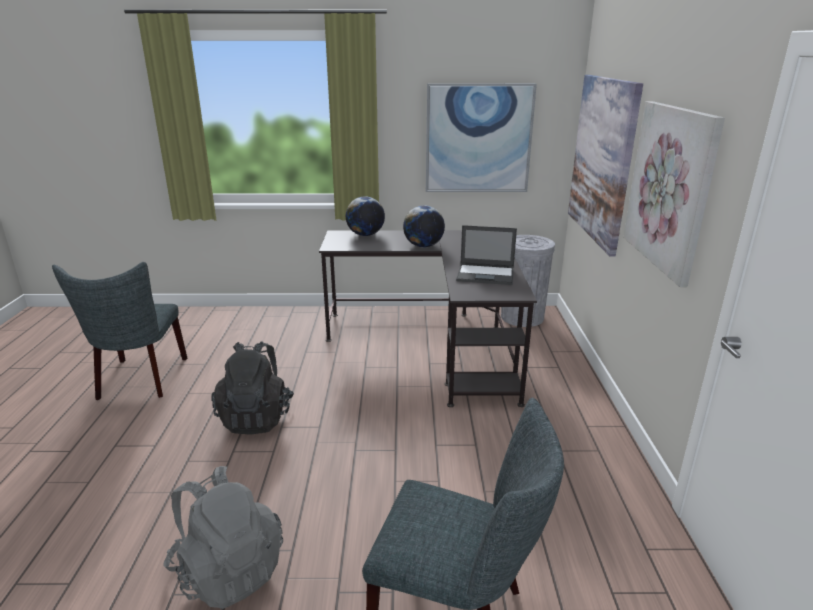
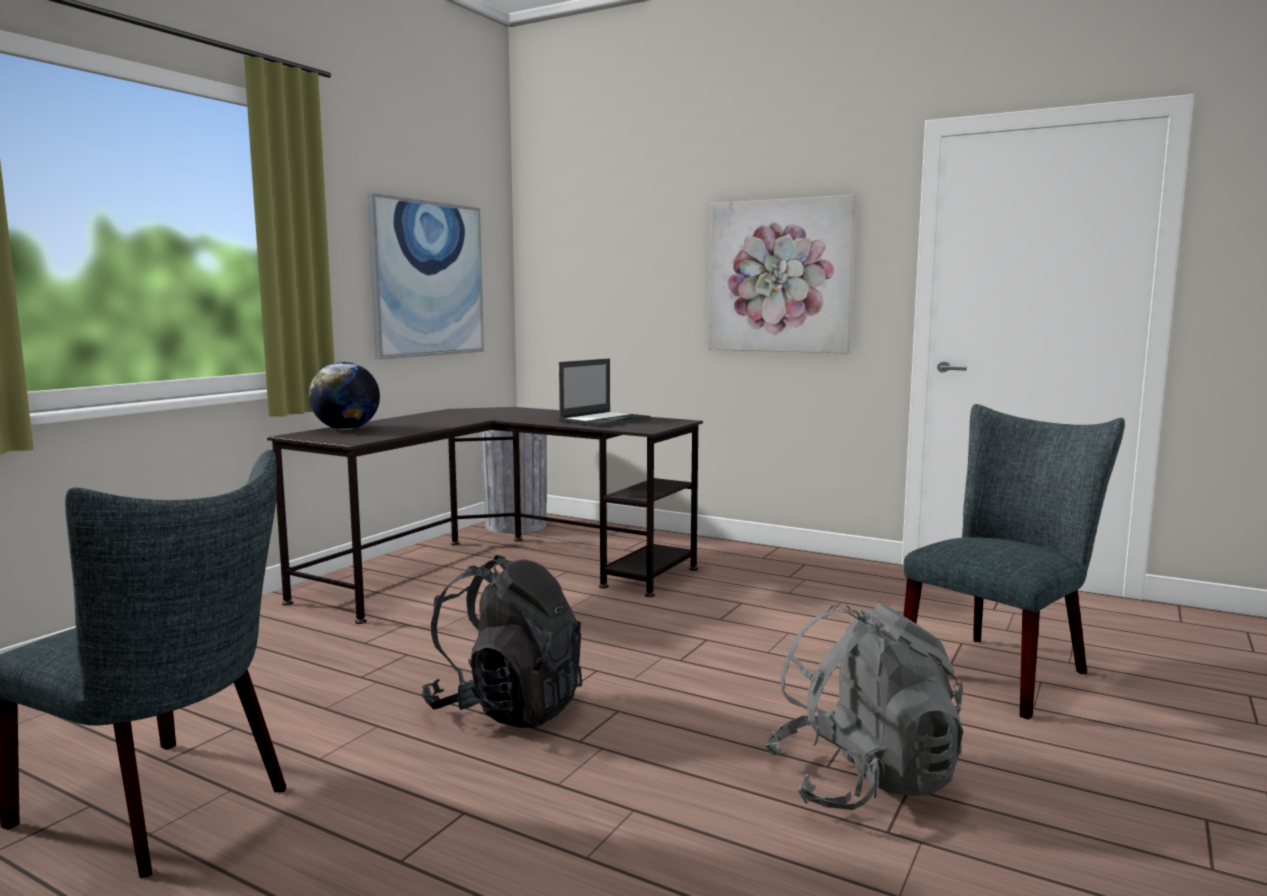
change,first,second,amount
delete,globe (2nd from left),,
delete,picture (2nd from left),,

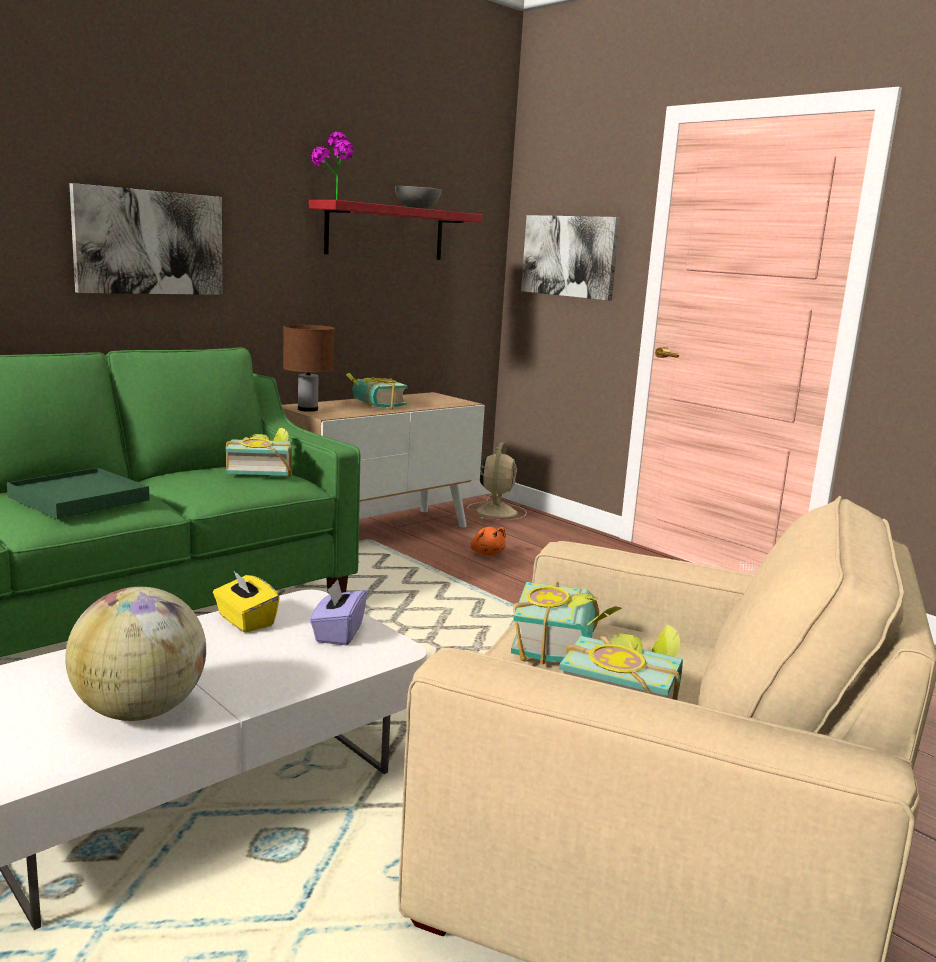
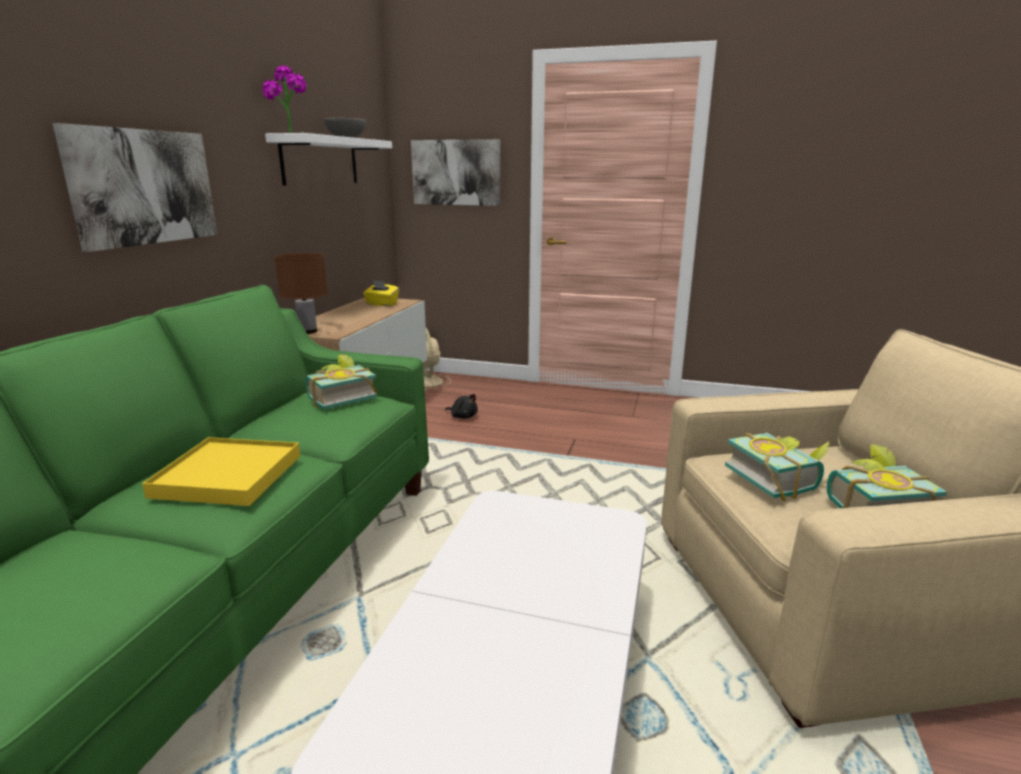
change,first,second,amount
recolor,tray/green,tray/yellow,
delete,globe,,
move,tissue box/yellow,,
recolor,shelf/red,shelf/white,
delete,tissue box/purple,,
delete,book (2nd from left),,
recolor,plush toy/orange,plush toy/black,

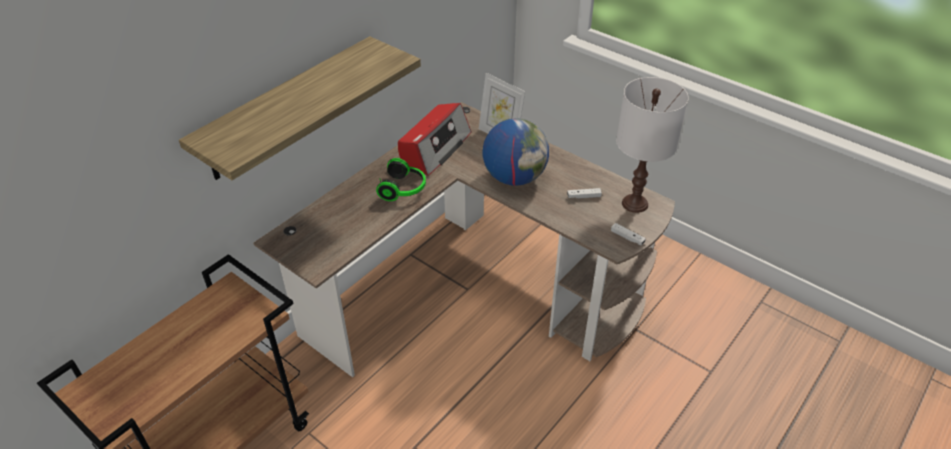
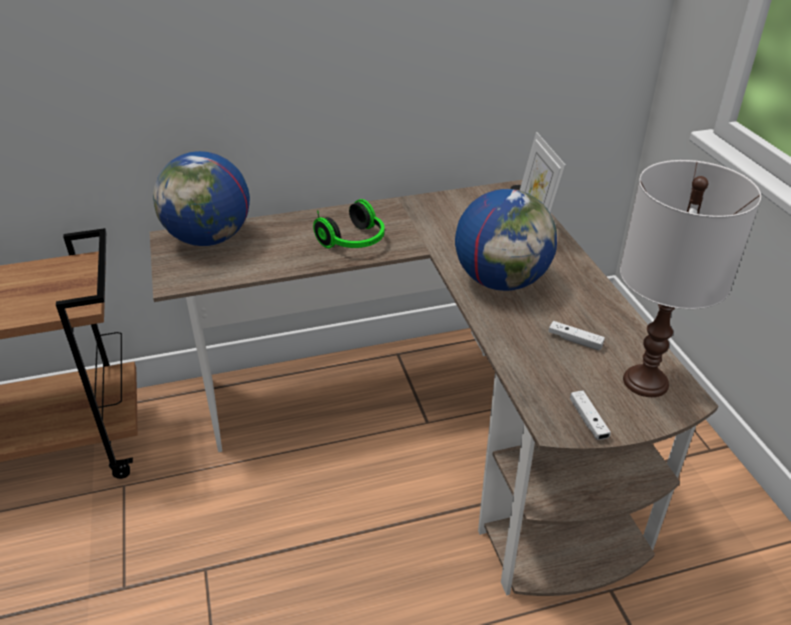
change,first,second,amount
delete,shelf,,
delete,radio,,
insert,,globe (1st from left),

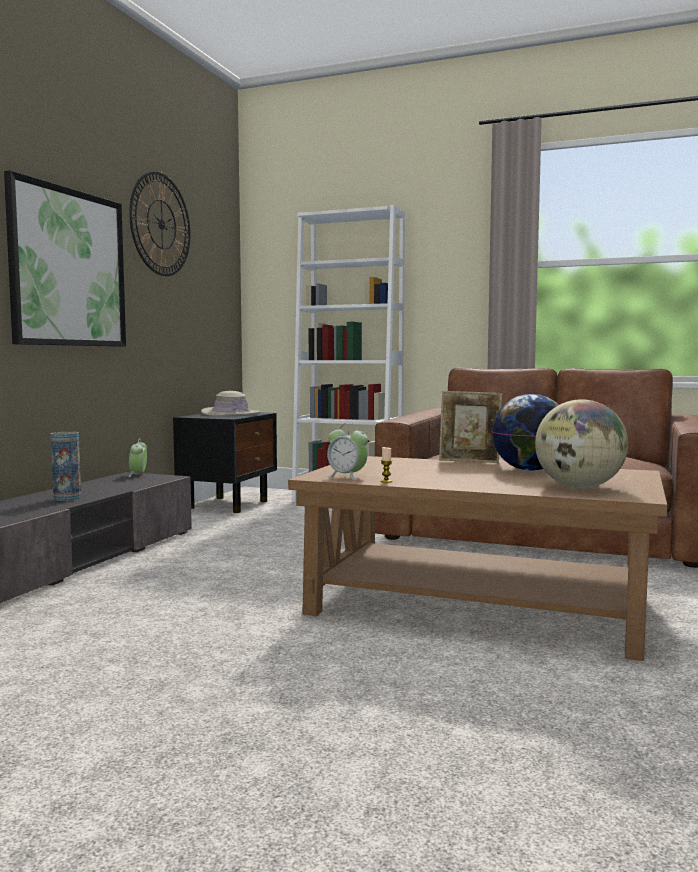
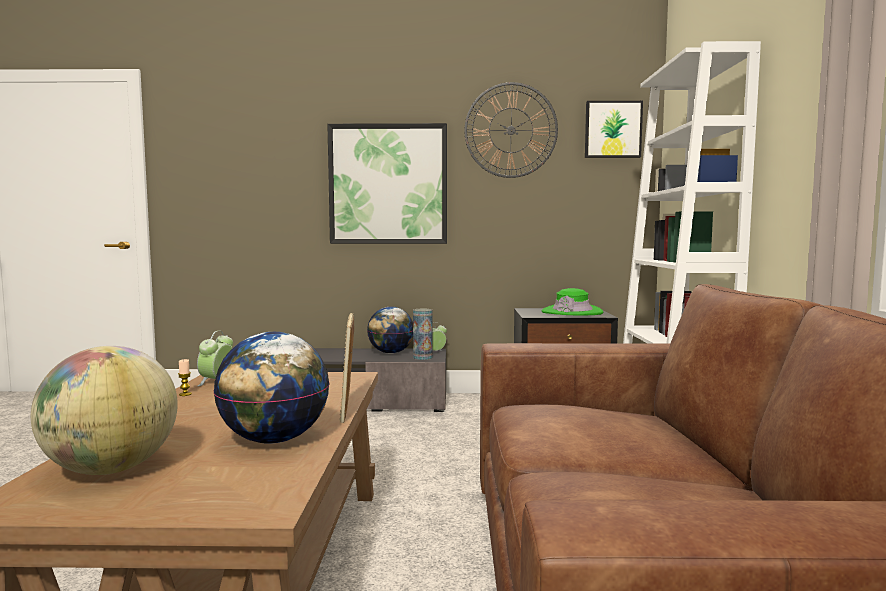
change,first,second,amount
move,vase,,
recolor,hat/beige,hat/green,
insert,,globe (3rd from left),
insert,,picture (2nd from left),

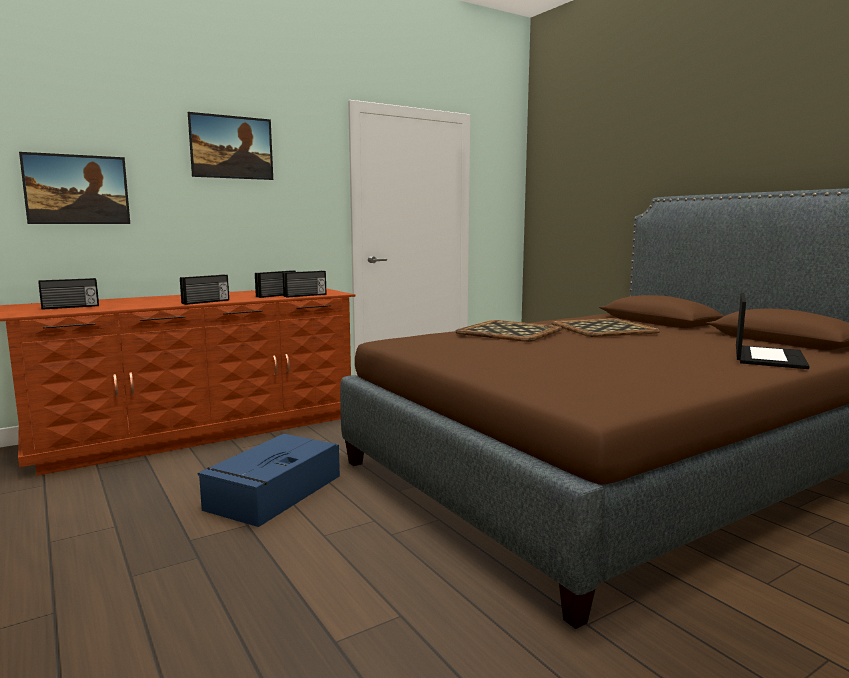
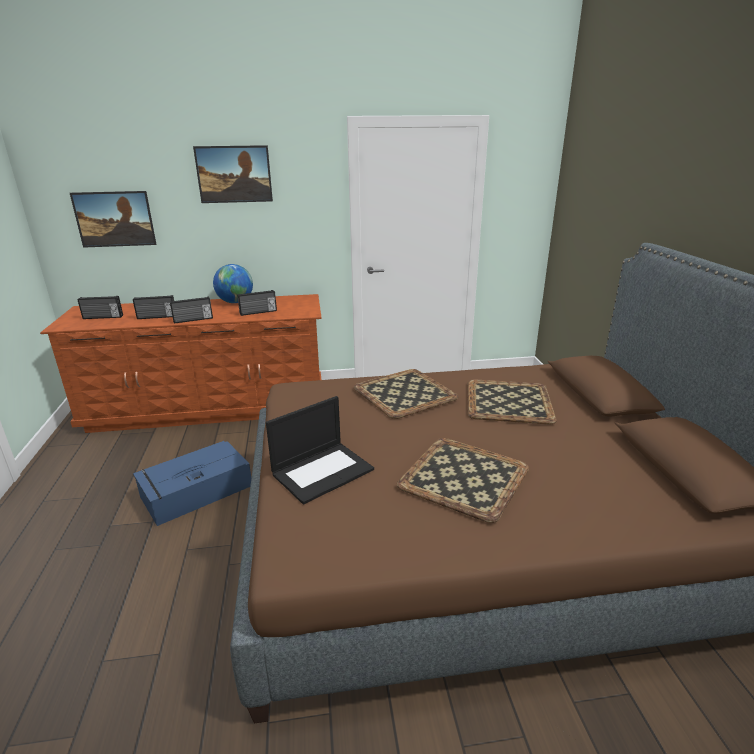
change,first,second,amount
move,radio (4th from left in the first image),radio (2nd from left),
move,laptop,,
insert,,globe,
insert,,tray (2nd from left),

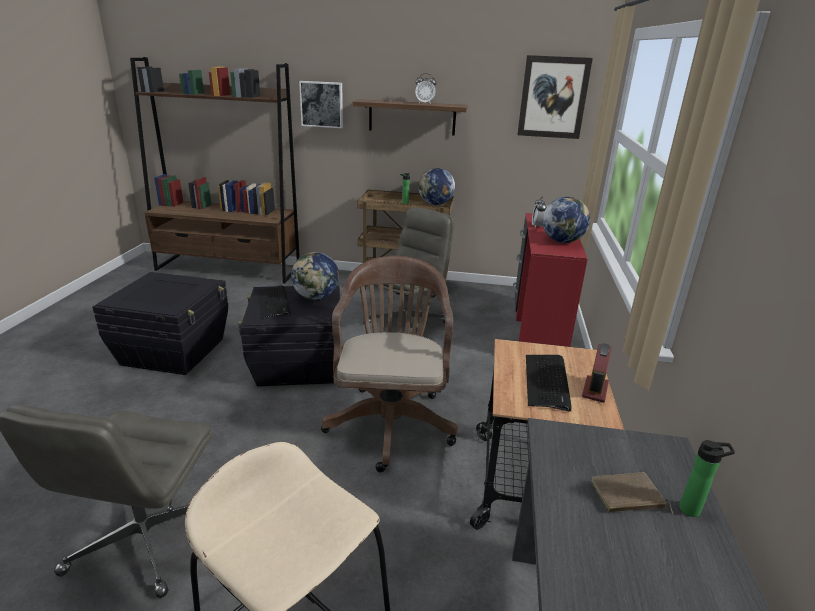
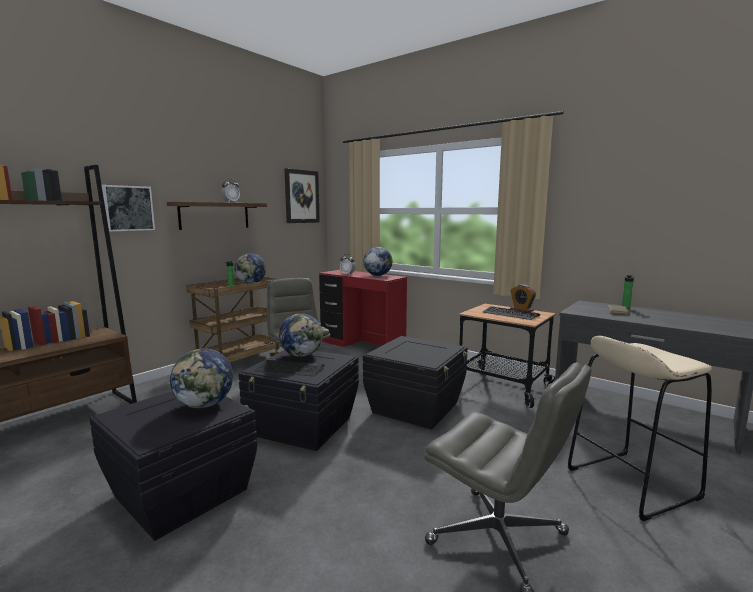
change,first,second,amount
replace,office chair/brown,storage box/black (3rd from left),
insert,,globe (1st from left),

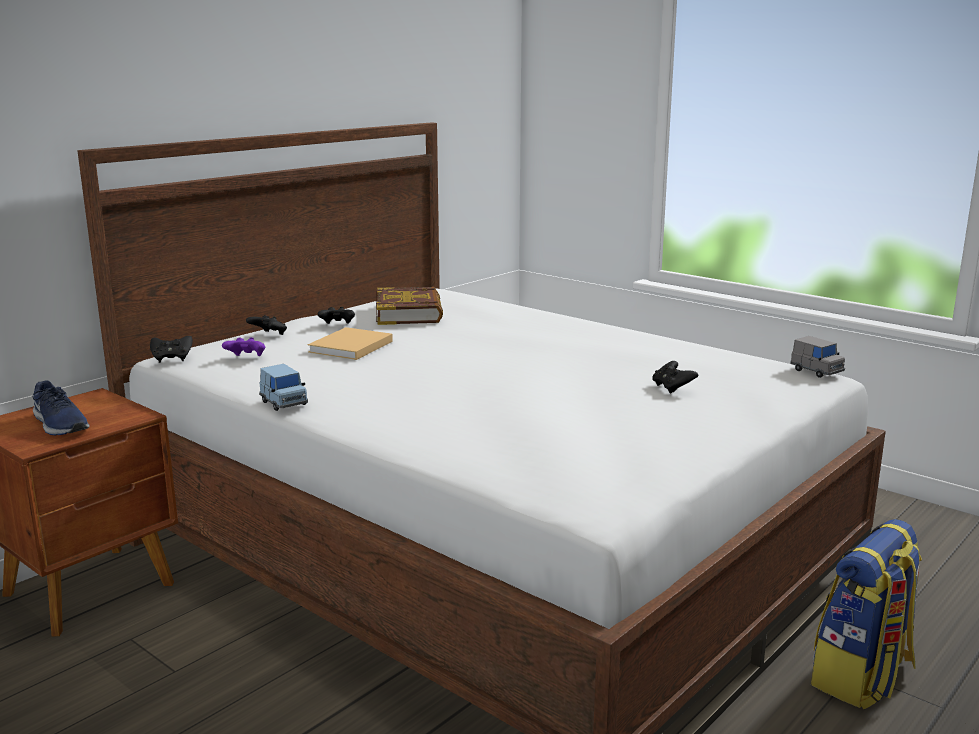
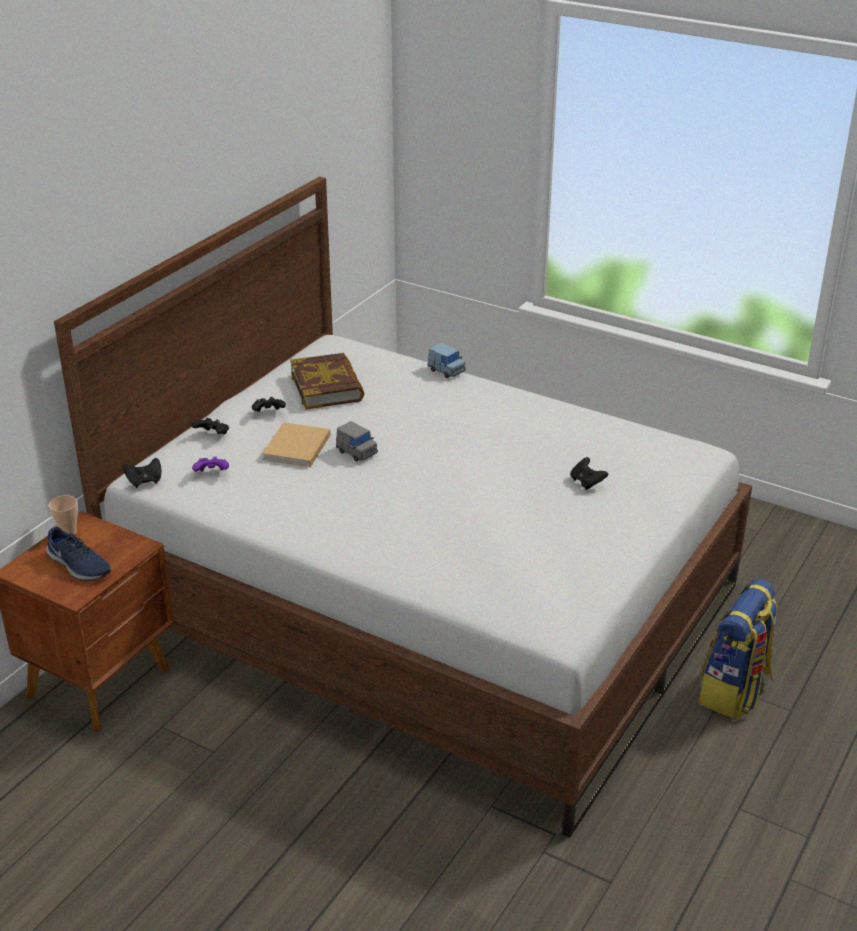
change,first,second,amount
move,toy car/blue,,
move,toy car/grey,,
insert,,cup,

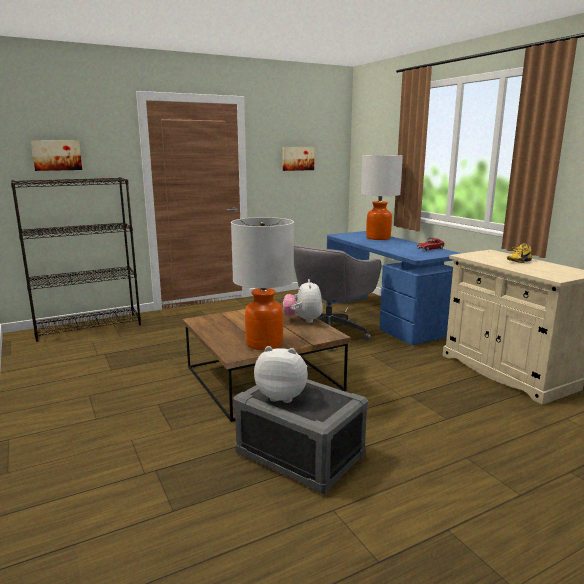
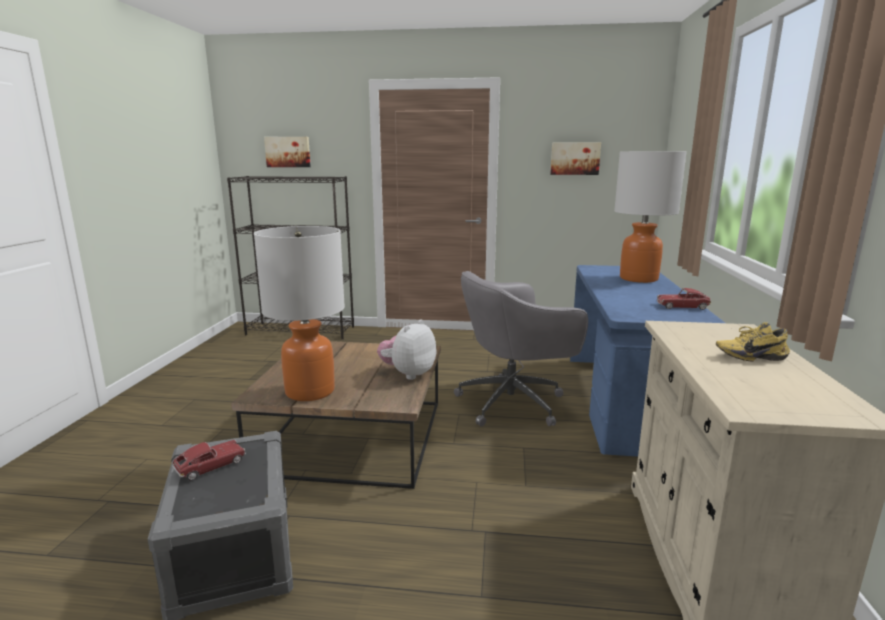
change,first,second,amount
replace,plush toy (1st from left),toy car (1st from left),

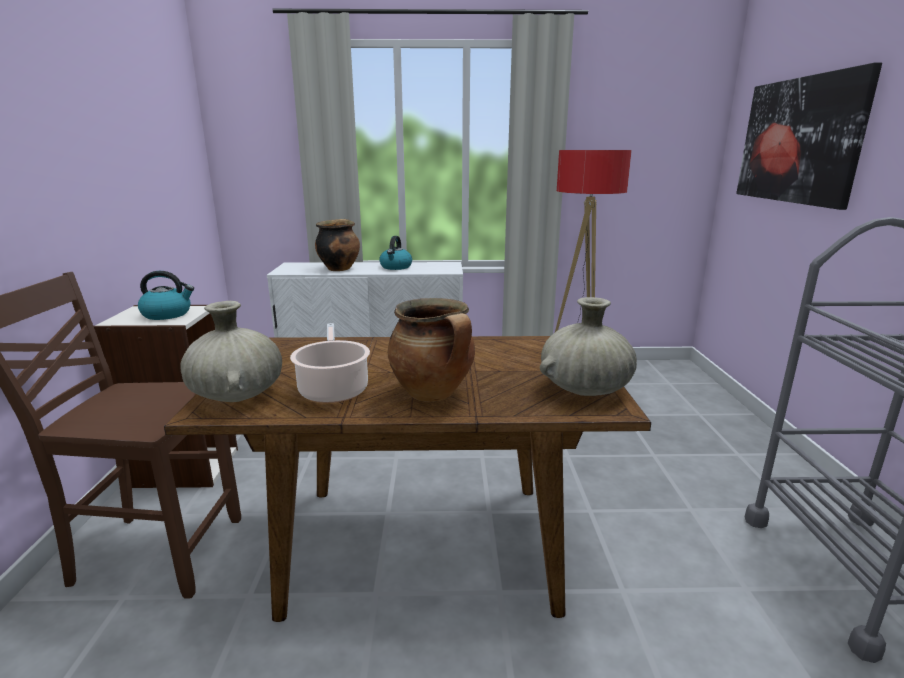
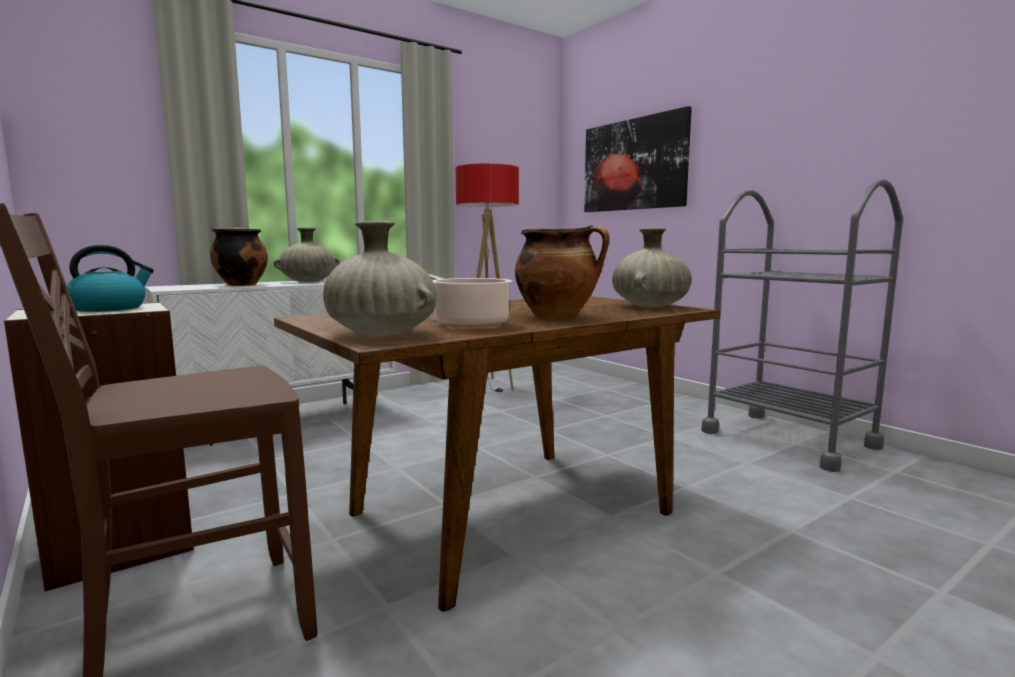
change,first,second,amount
replace,kettle (2nd from left),vase/beige (1st from left),

